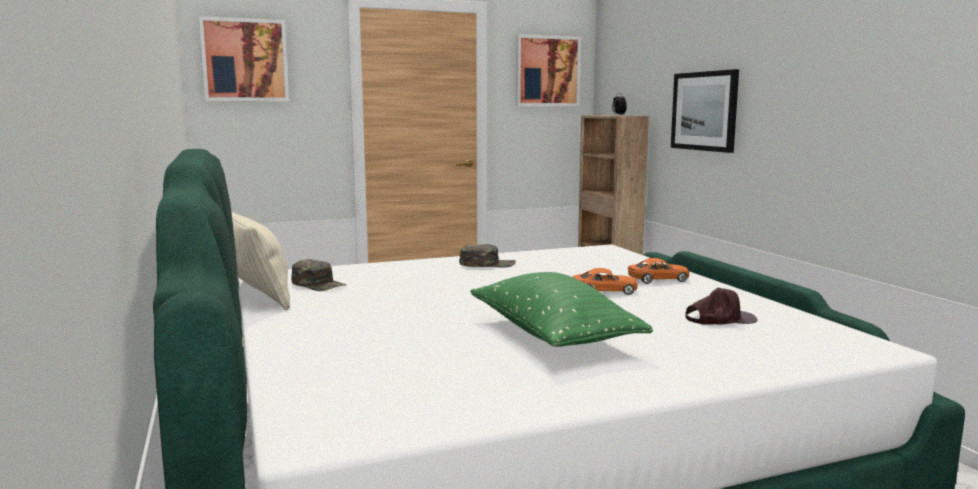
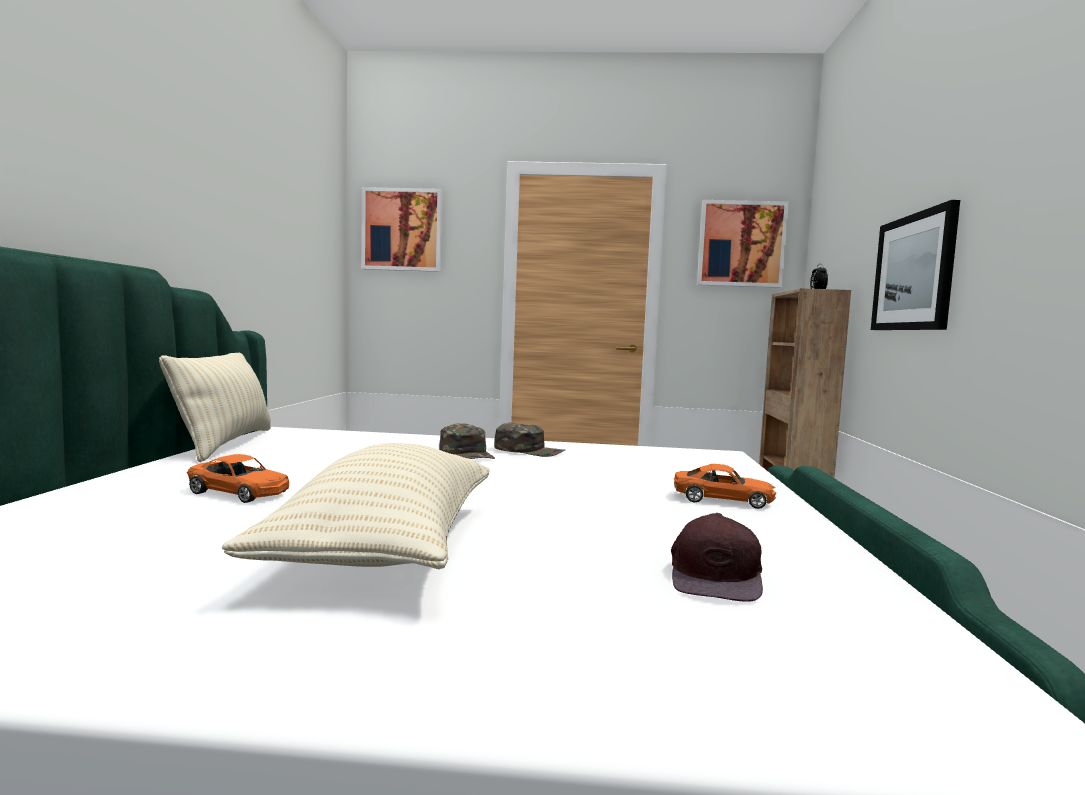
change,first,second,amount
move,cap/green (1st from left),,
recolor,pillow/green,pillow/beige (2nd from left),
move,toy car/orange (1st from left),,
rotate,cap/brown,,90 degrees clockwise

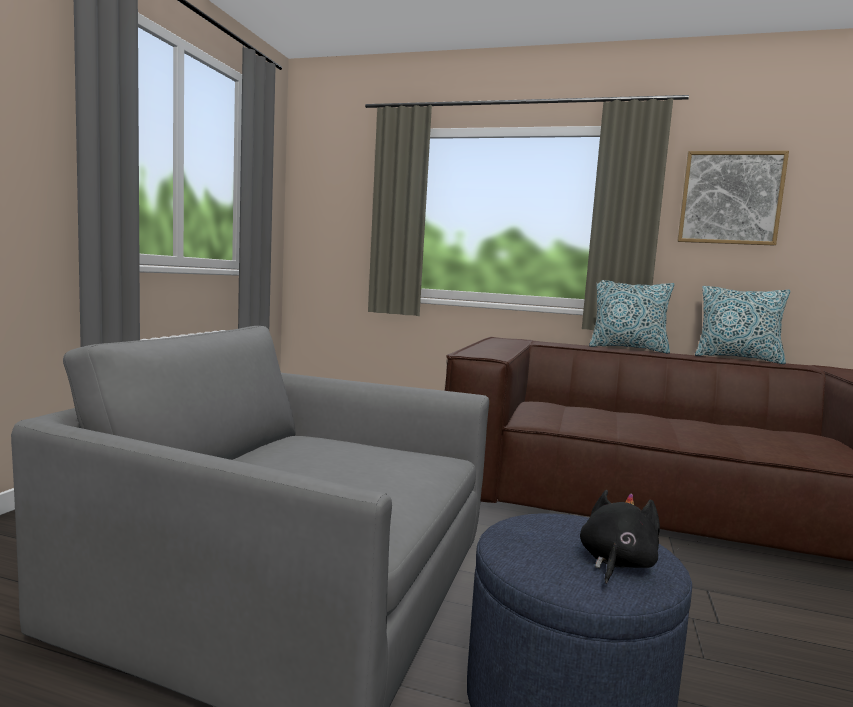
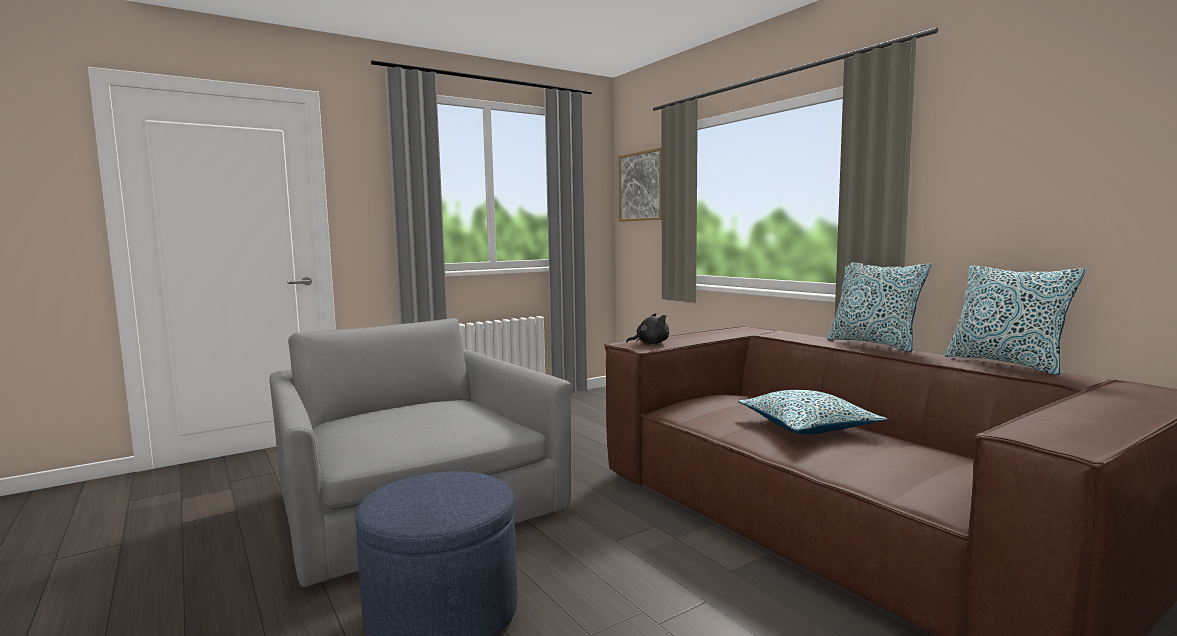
change,first,second,amount
move,plush toy/black,,
move,picture,,
insert,,pillow (1st from left),

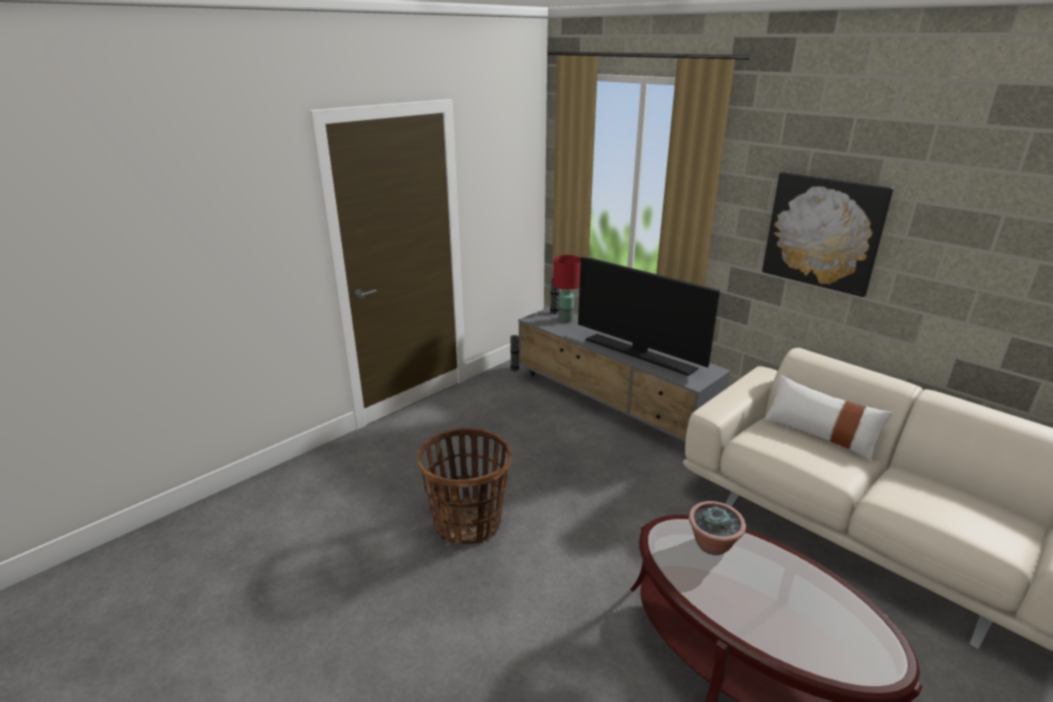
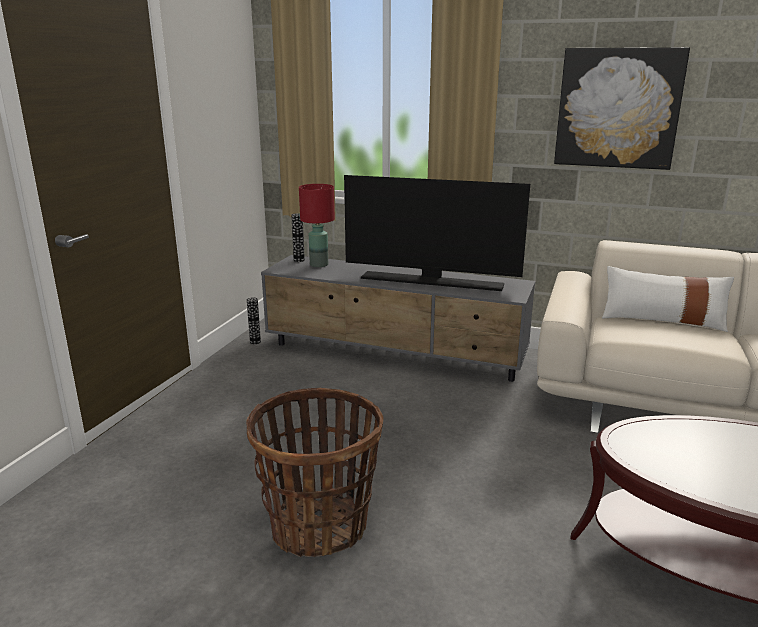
change,first,second,amount
delete,potted plant,,

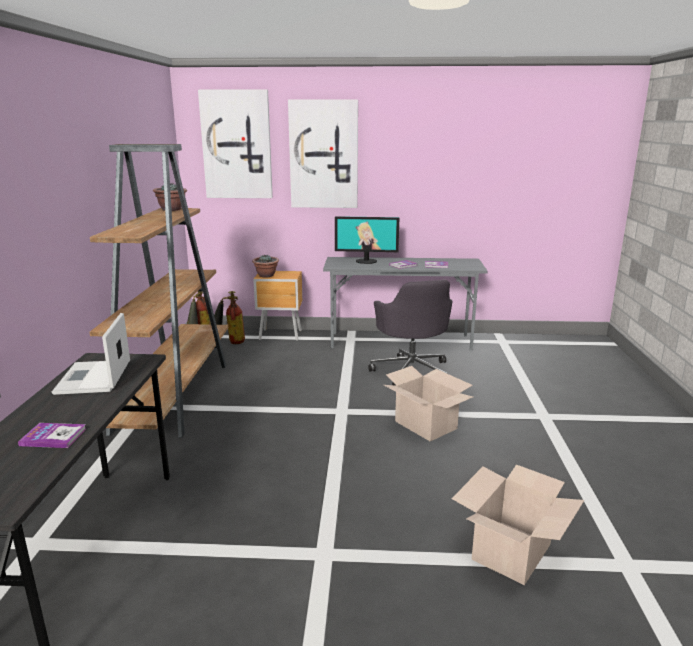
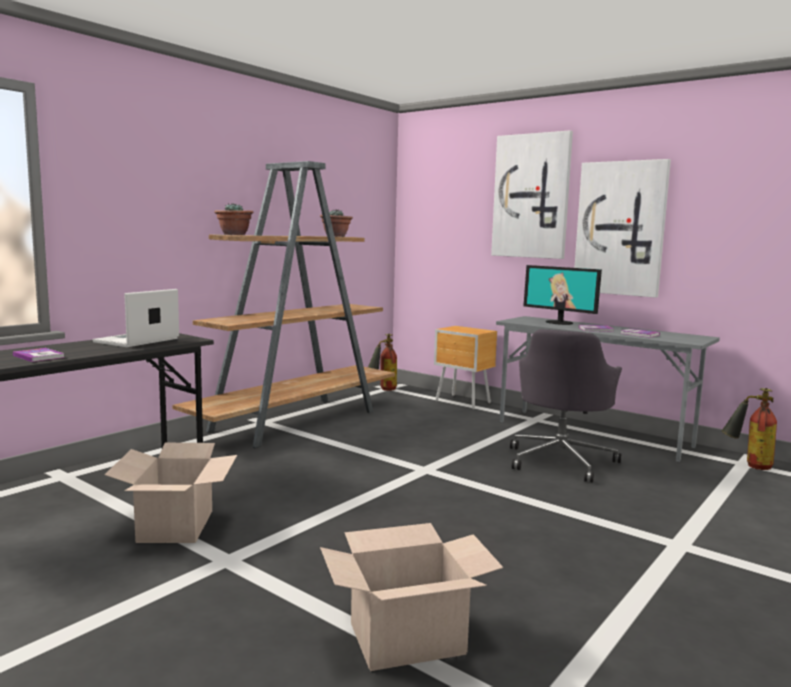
change,first,second,amount
move,picture (1st from left in the first image),picture (2nd from left),
move,fire extinguisher (2nd from left),,
move,potted plant (2nd from left in the first image),potted plant (1st from left),
move,cardboard box (1st from left),,

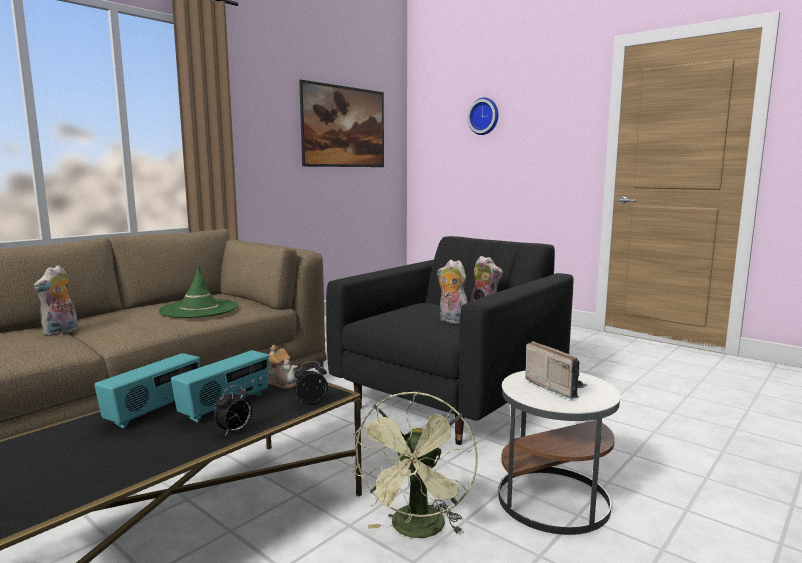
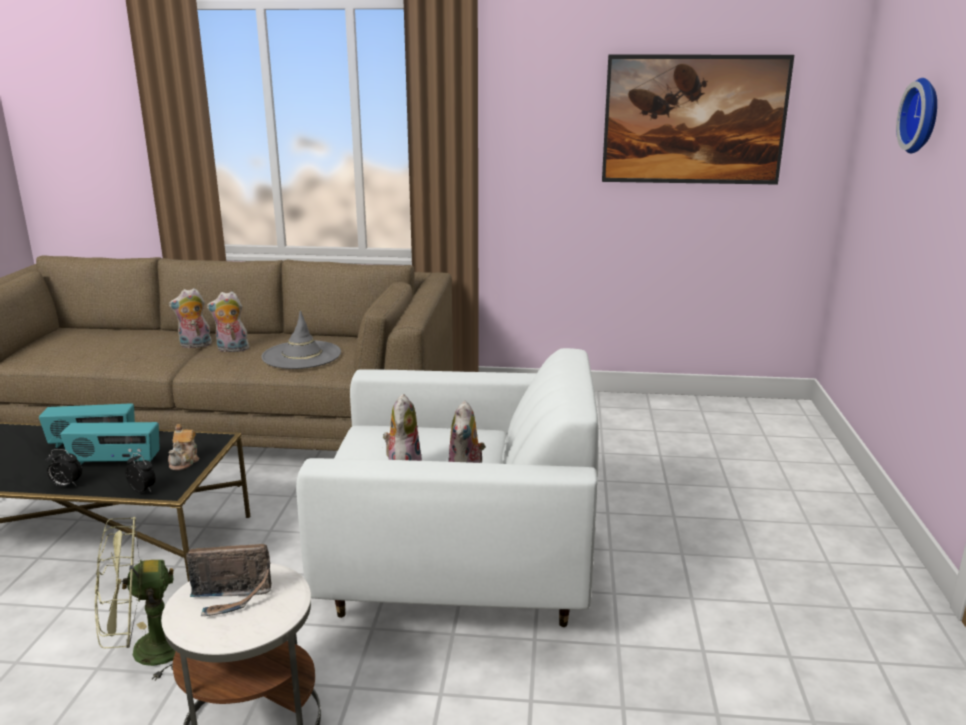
change,first,second,amount
recolor,hat/green,hat/grey,
recolor,armchair/black,armchair/white,
rotate,radio (3rd from left),,60 degrees clockwise
insert,,plush toy (2nd from left),

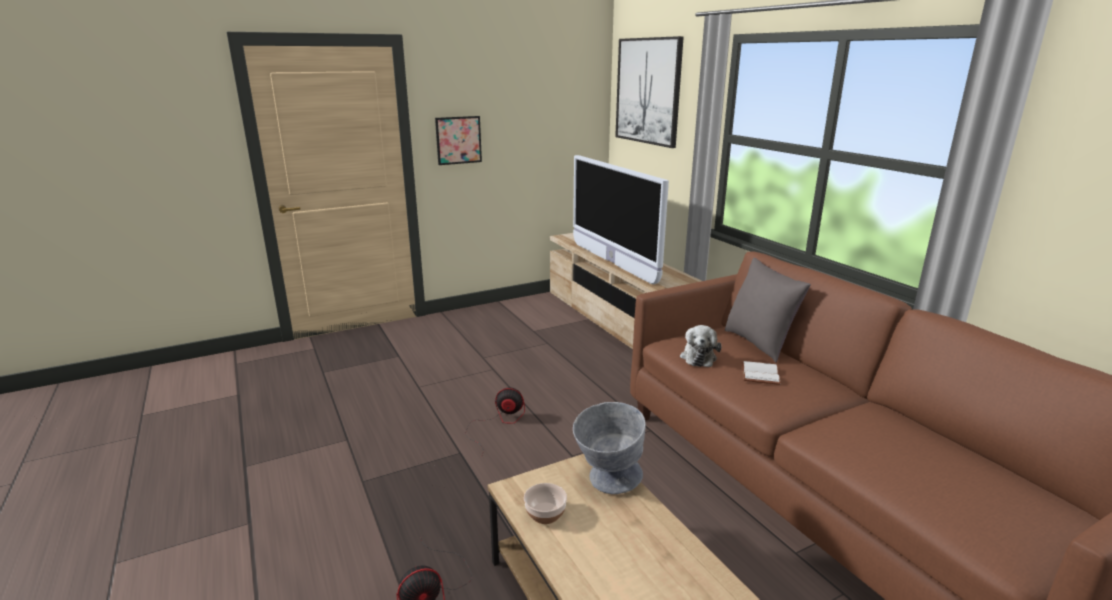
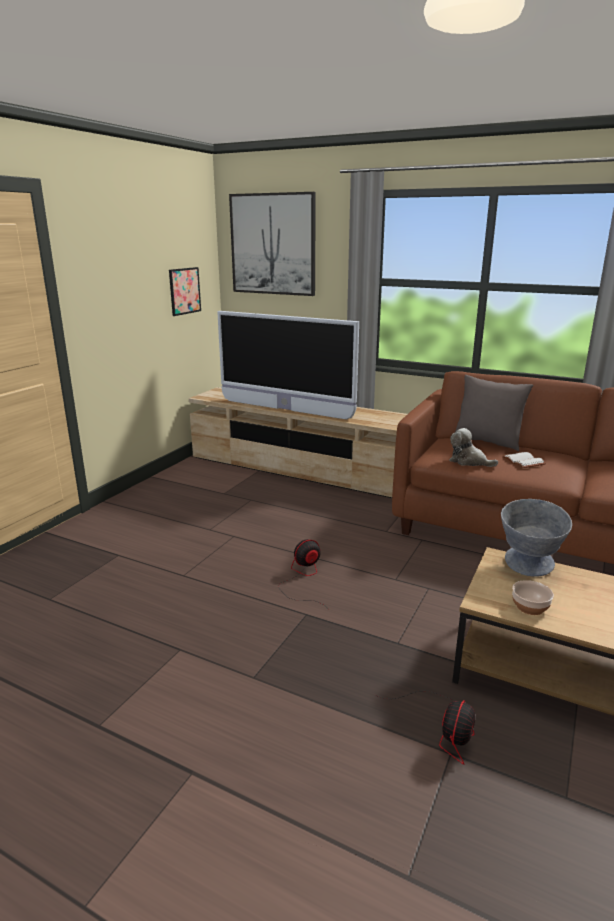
change,first,second,amount
move,picture (1st from left),,
rotate,plush toy,,150 degrees clockwise

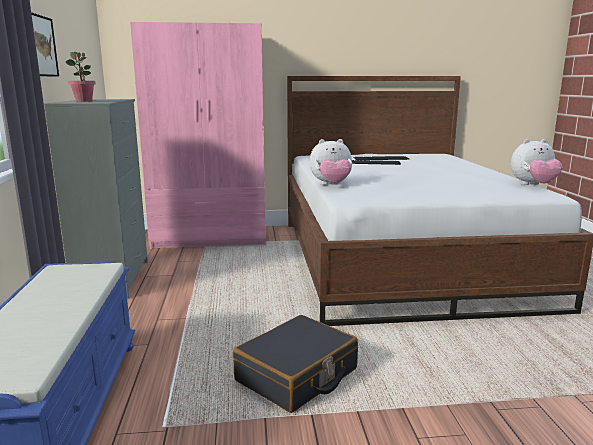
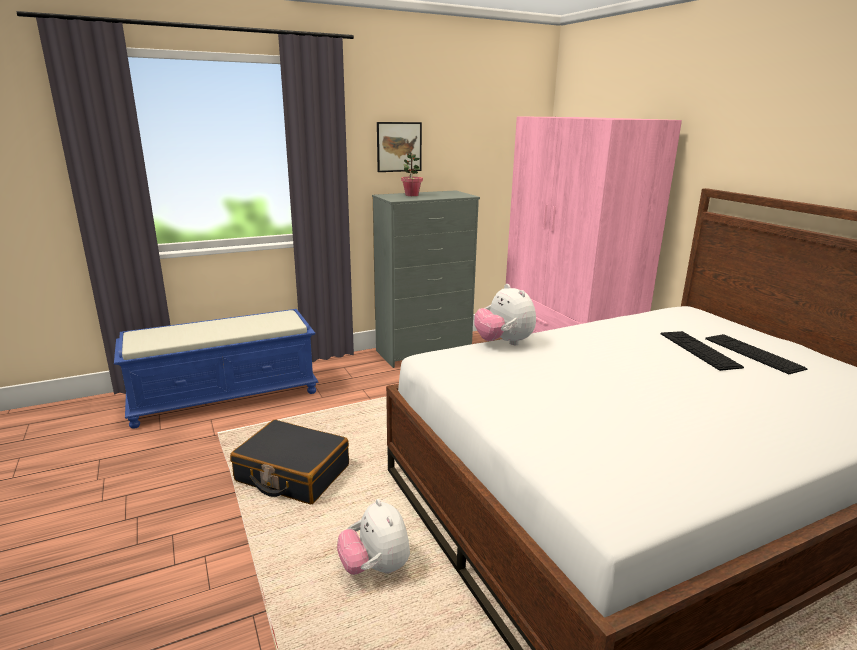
change,first,second,amount
move,plush toy (2nd from left in the first image),plush toy (1st from left),

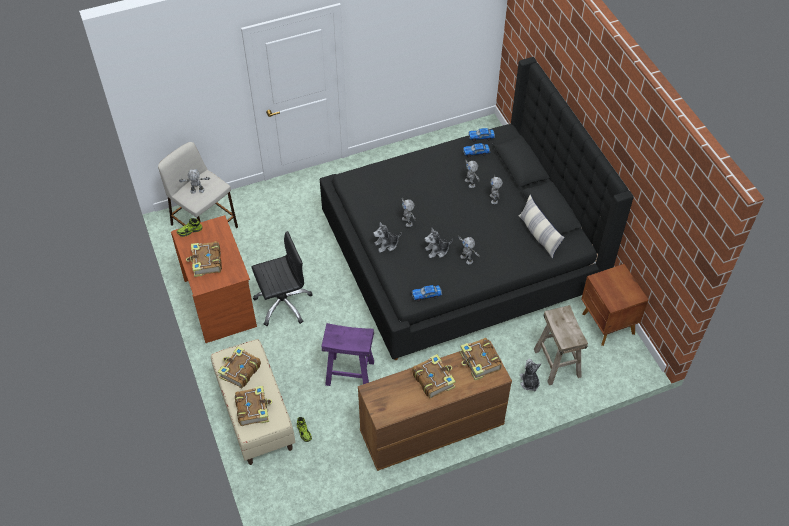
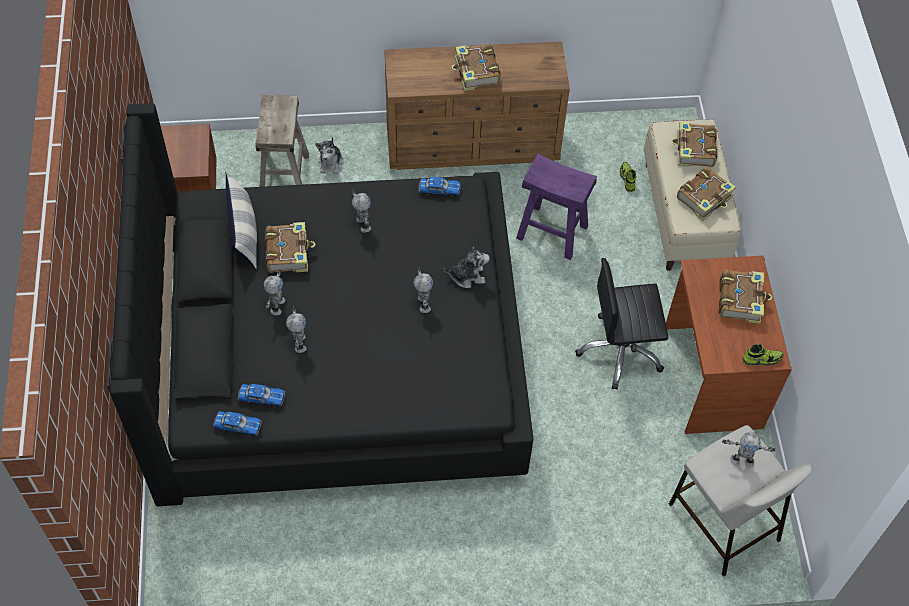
change,first,second,amount
delete,plush toy (2nd from left),,
move,book (5th from left in the first image),book (1st from left),

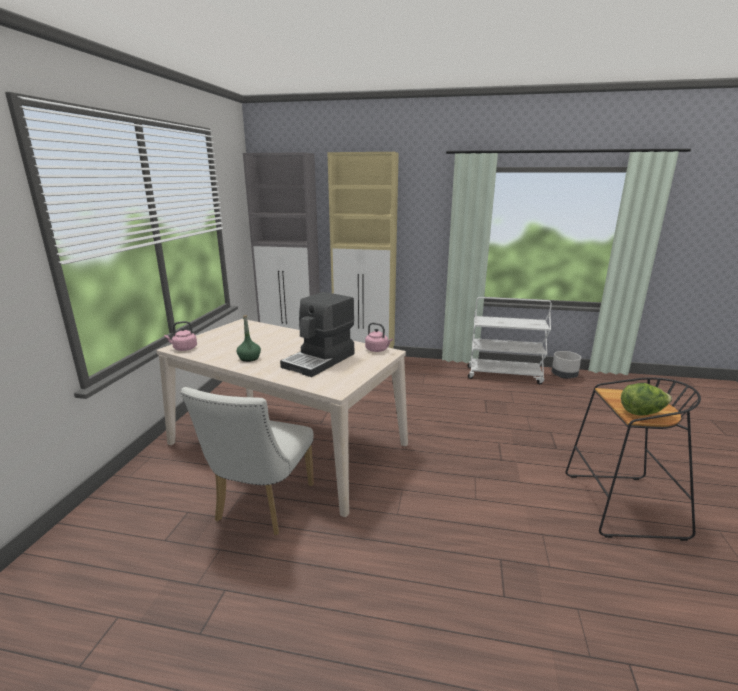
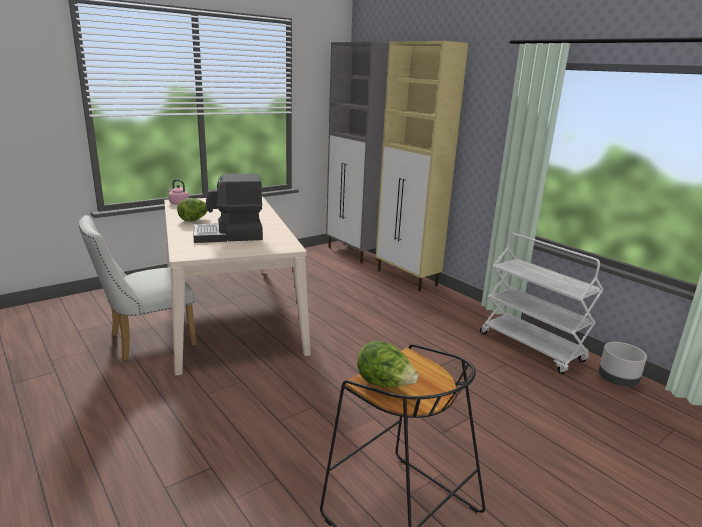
change,first,second,amount
replace,bottle/green,lettuce (1st from left),
delete,kettle/pink (2nd from left),,

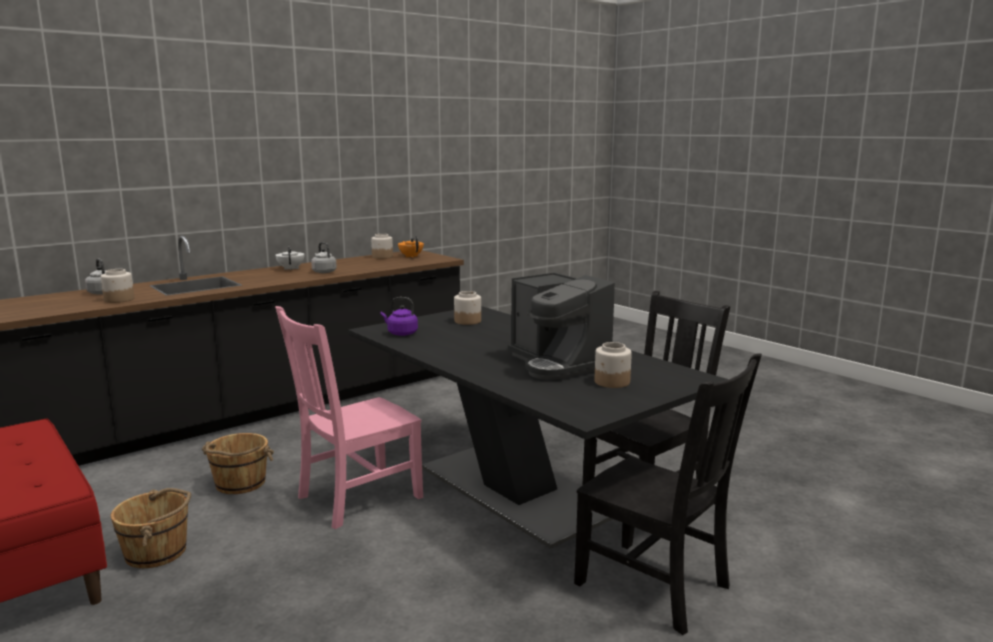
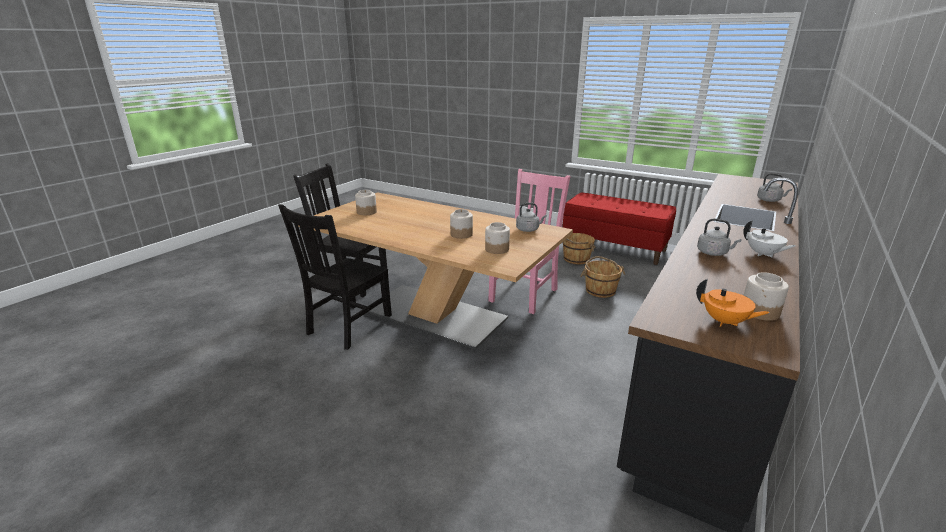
change,first,second,amount
move,jar (1st from left in the first image),jar (2nd from left),
recolor,dining table/black,dining table/beige,
recolor,kettle/purple,kettle/grey (1st from left),
delete,coffee machine,,

